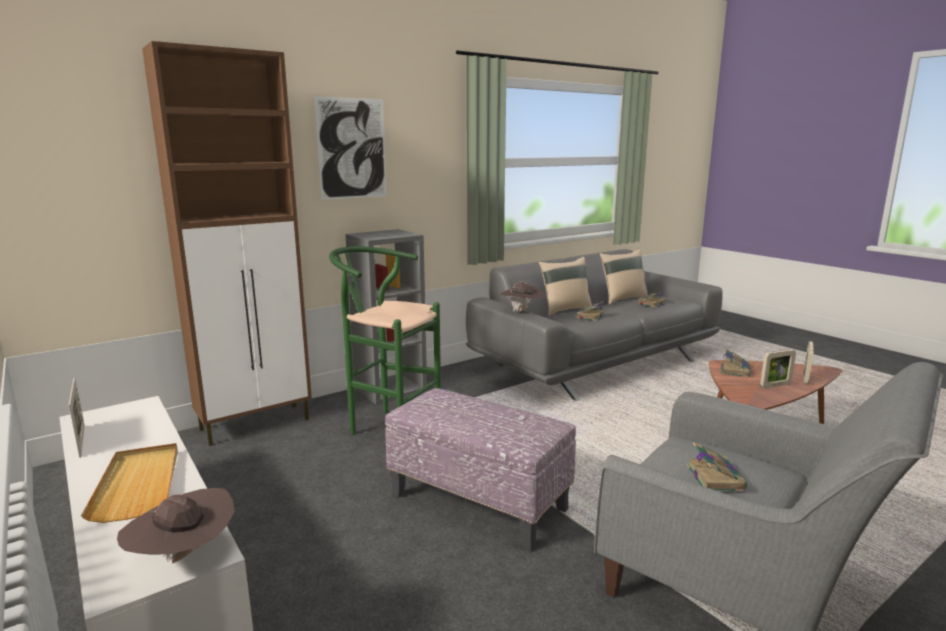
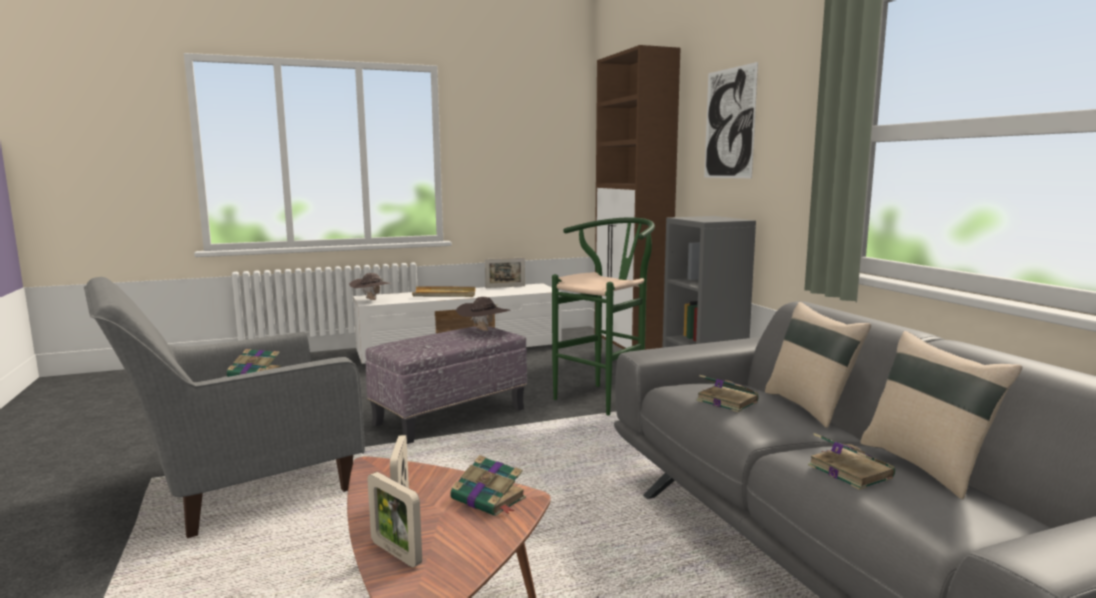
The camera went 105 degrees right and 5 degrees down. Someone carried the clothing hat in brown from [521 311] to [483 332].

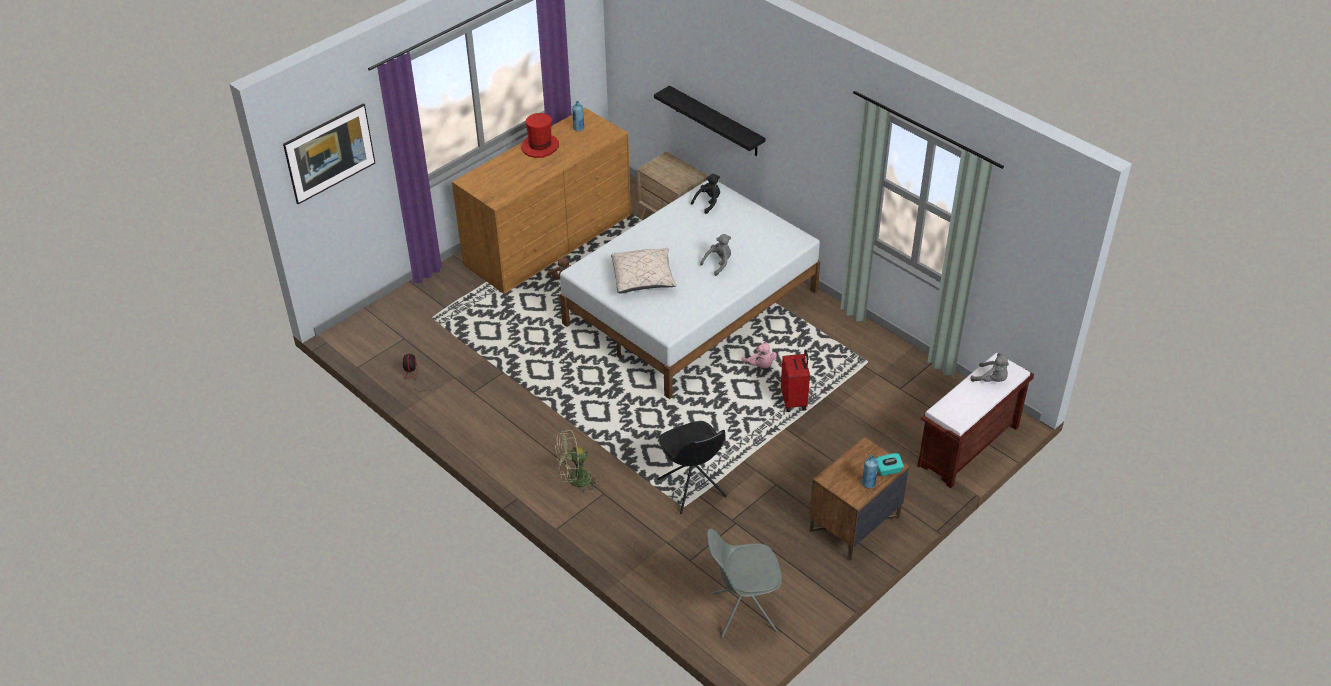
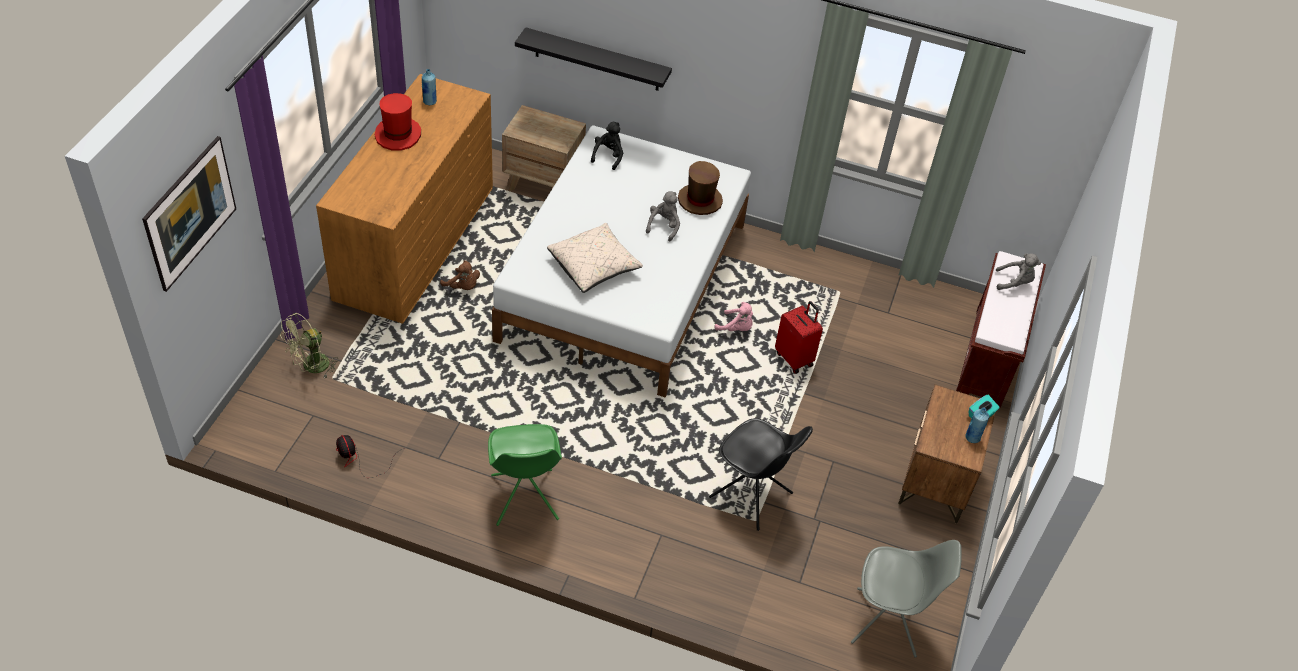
The camera went 30 degrees left and 5 degrees up. Someone carried the electric fan in greenish from [575 480] to [311 367]. Someone rotated the plain chair in grey at [742 612] by 135 degrees counterclockwise. Someone put down the clothing hat in brown at [699 200]. Someone put down the plain chair in greenish at [524 499].

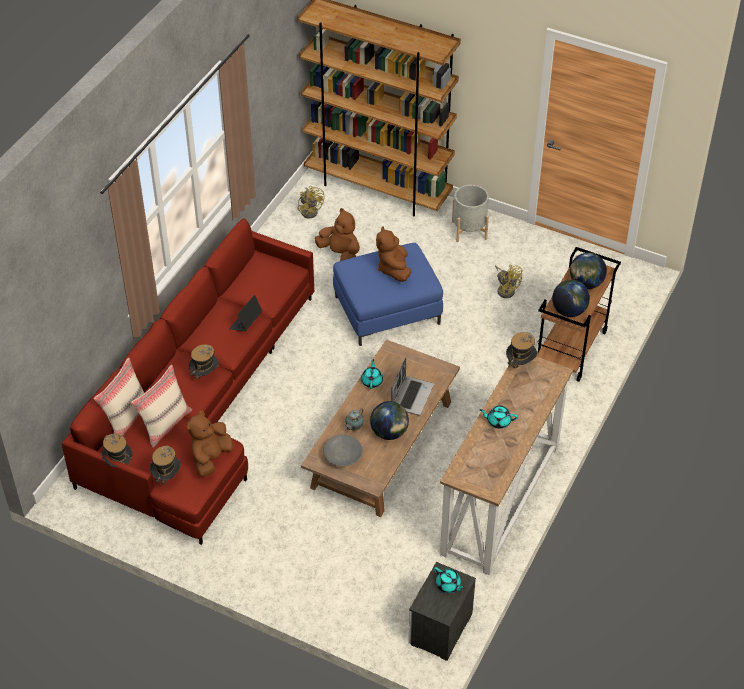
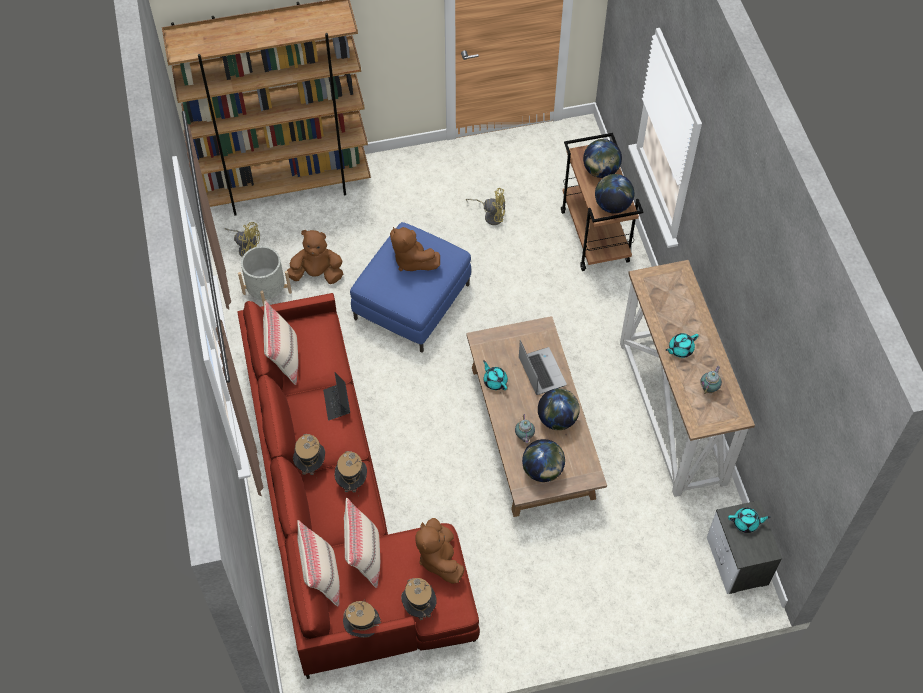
The camera went 40 degrees left and 10 degrees up. Someone carried the flower pot in grey from [469 230] to [267 293]. Someone carried the clothing hat from [520 364] to [310 464]. Someone swapped the bowl in grey at [343 457] for the globe at [542 470]. Someone put down the throw pillow in beige-coloured at [284 358]. Someone put down the tea pot at [709 388].

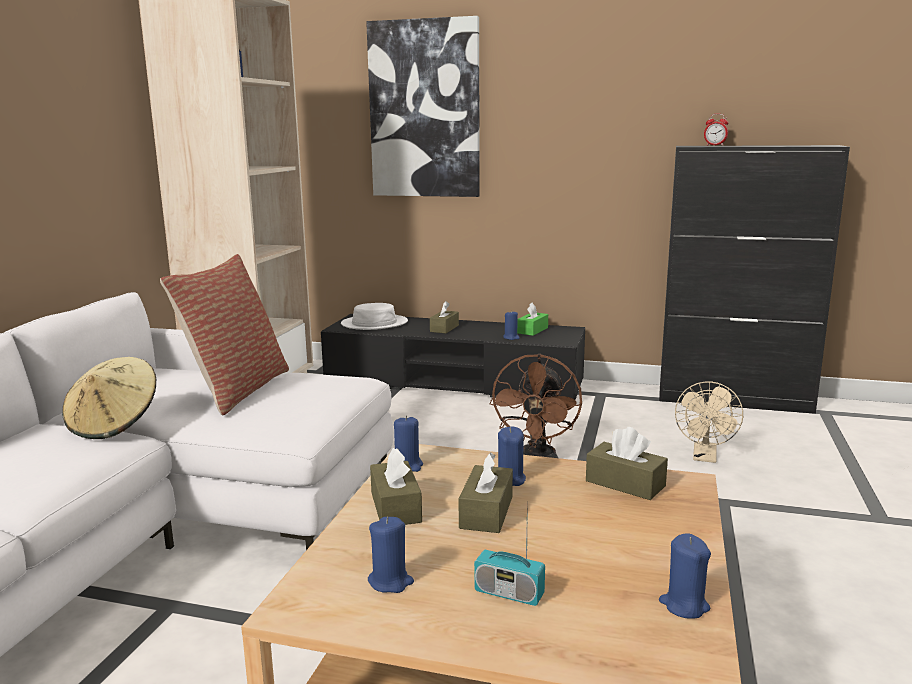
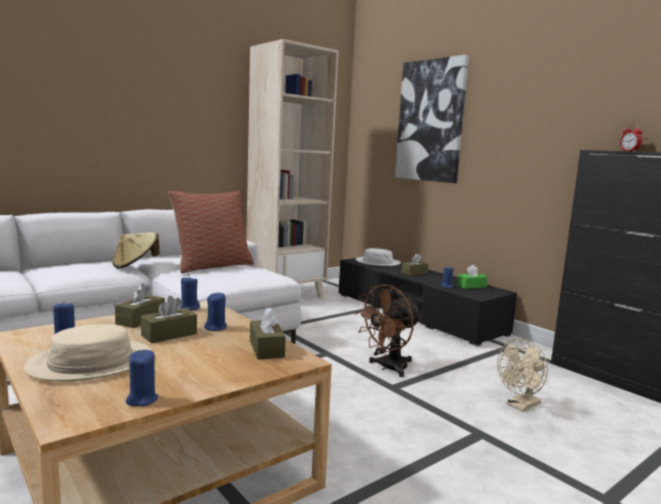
The camera went 35 degrees right and 5 degrees down. Someone swapped the radio receiver at [509 593] for the clothing hat in beige-coloured at [91 363].

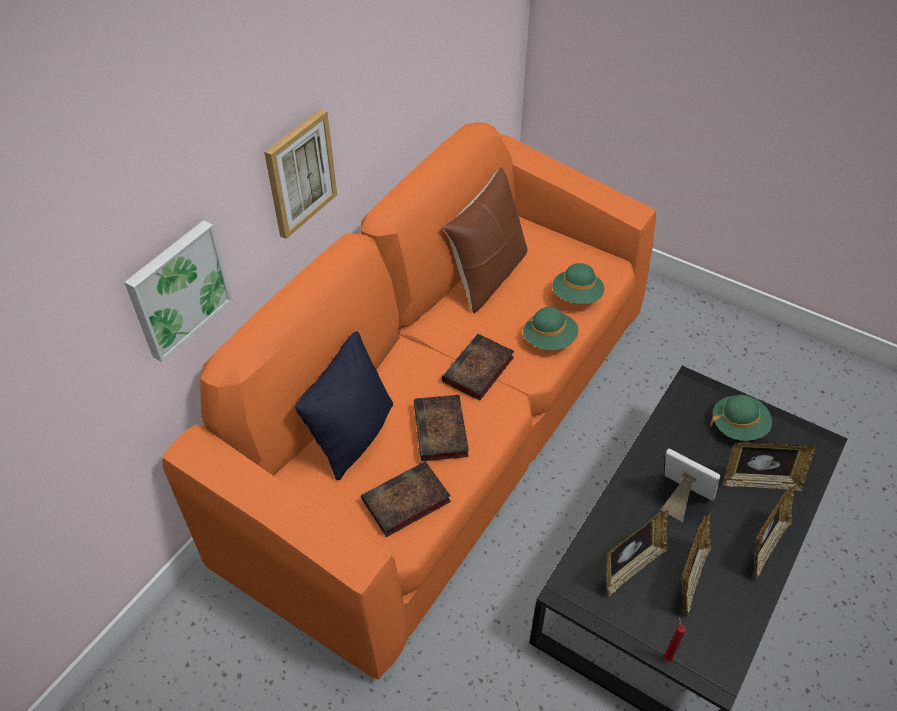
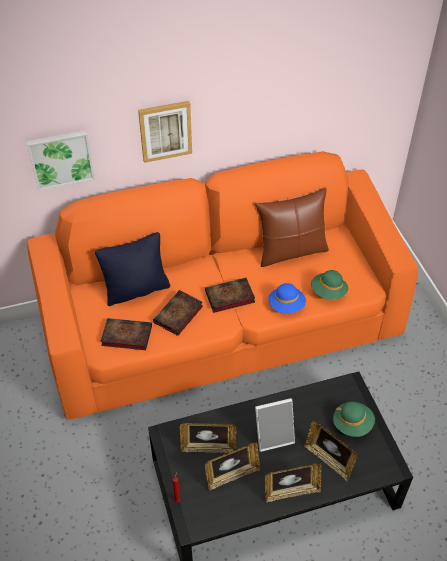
The camera went 40 degrees right and 0 degrees up. Someone repainted the clothing hat in greenish at [549 339], which became the clothing hat in blue-coloured at [286 306]. Someone rotated the standing frame at [681 498] by 90 degrees clockwise.

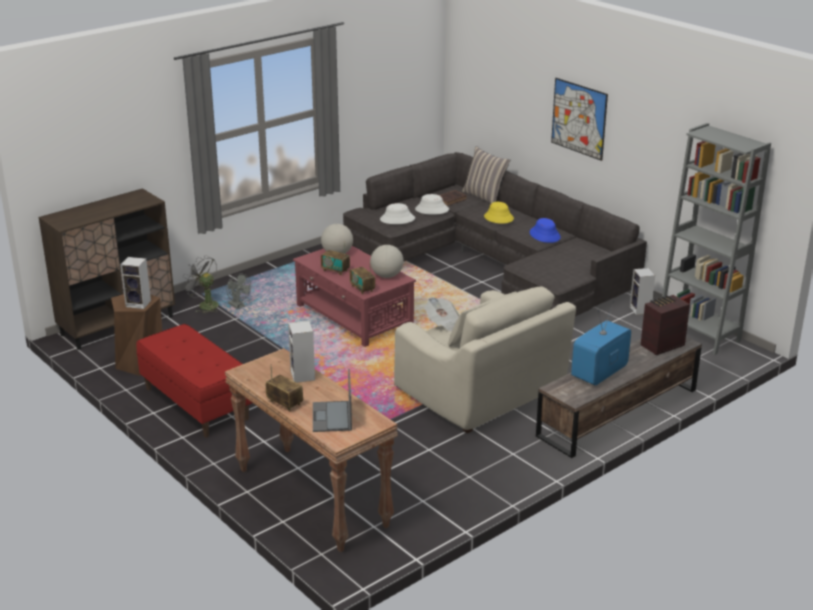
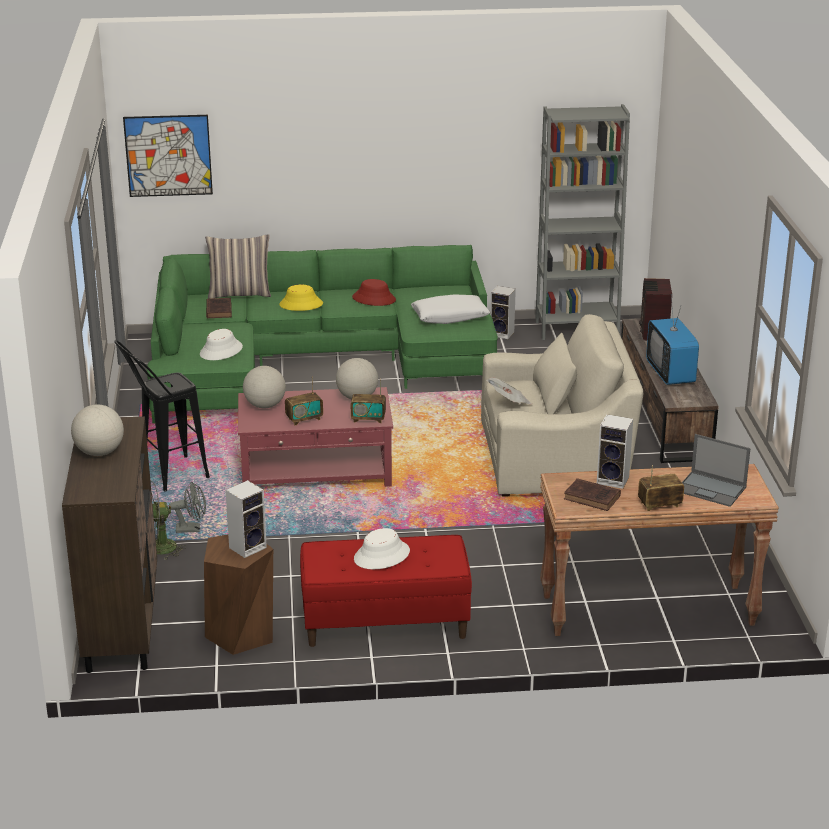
The camera went 55 degrees left and 0 degrees up. Someone carried the wall picture from [579 118] to [168 155]. Someone repainted the settee in grey at [493 264], which became the settee in greenish at [312 361]. Someone carried the clothing hat in white from [432 210] to [382 555]. Someone repainted the clothing hat in blue-coloured at [545 235], which became the clothing hat in reddish at [374 299]. Someone put down the throw pillow in white at [450 317]. Someone put down the stool seat in black at [165 477]. Someone put down the globe at [99 452]. Someone put down the book in brown at [593 498].

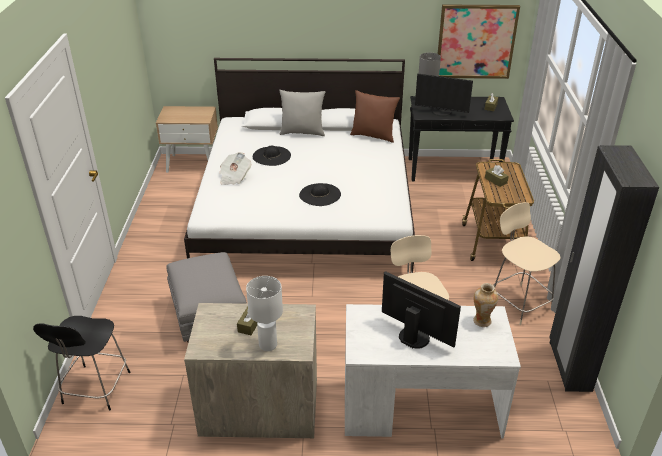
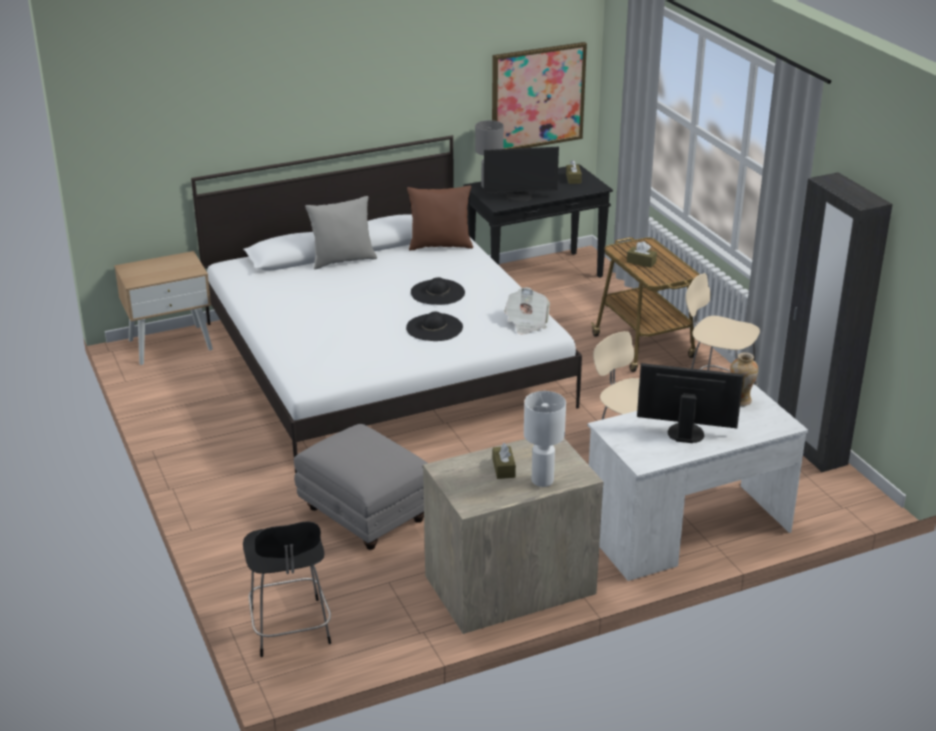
The camera went 25 degrees left and 5 degrees down. Someone carried the clothing hat in black from [271 156] to [437 292]. Someone carried the daily paper from [234 177] to [526 323].

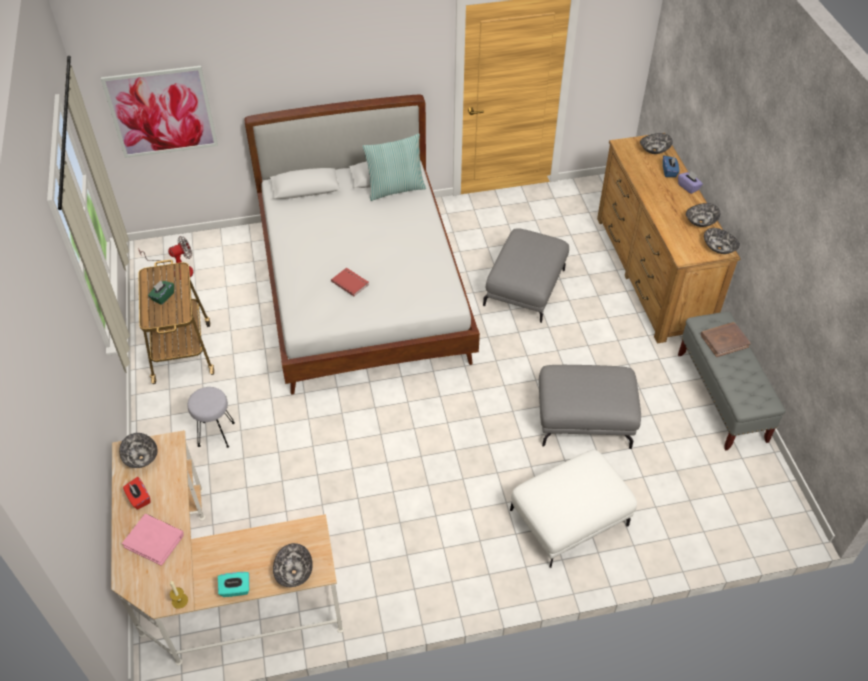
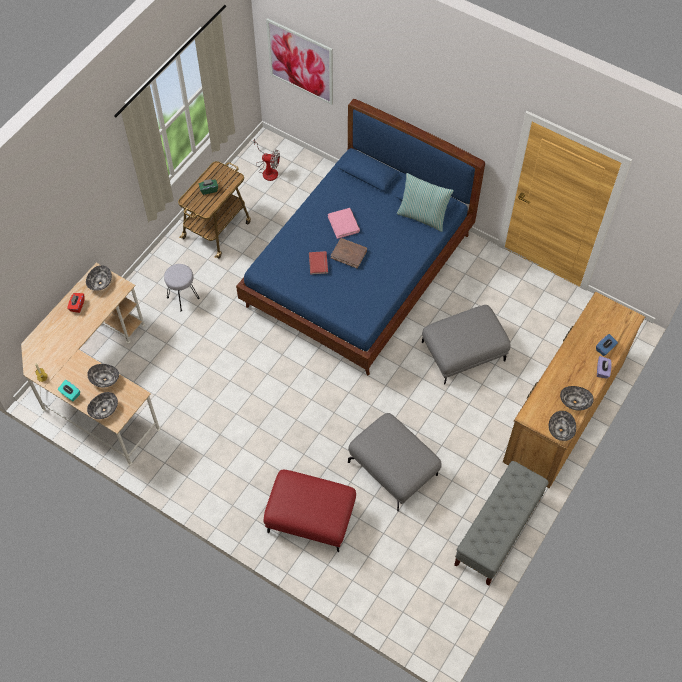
The camera went 45 degrees right and 10 degrees up. Someone repainted the bedroom bed in white at [363 292], which became the bedroom bed in blue-coloured at [359 272]. Someone carried the bowl from [654 150] to [104 380]. Someone carried the book in brown from [724 340] to [349 254]. Someone repainted the footrest in white at [569 520], which became the footrest in reddish at [310 517]. Someone carried the book in pink from [154 540] to [343 224].

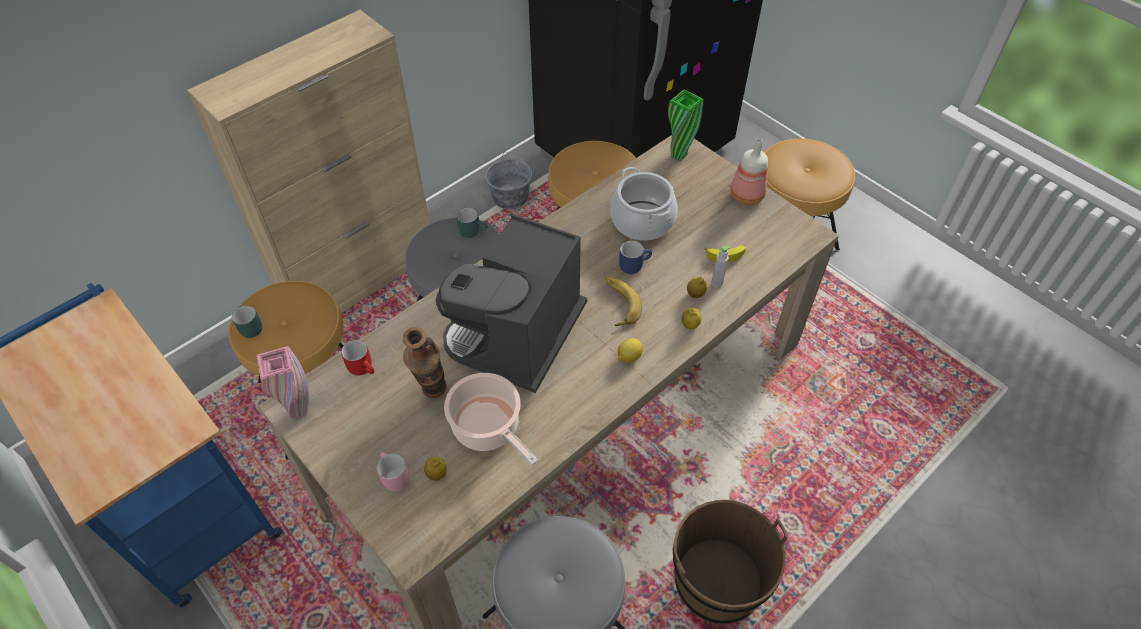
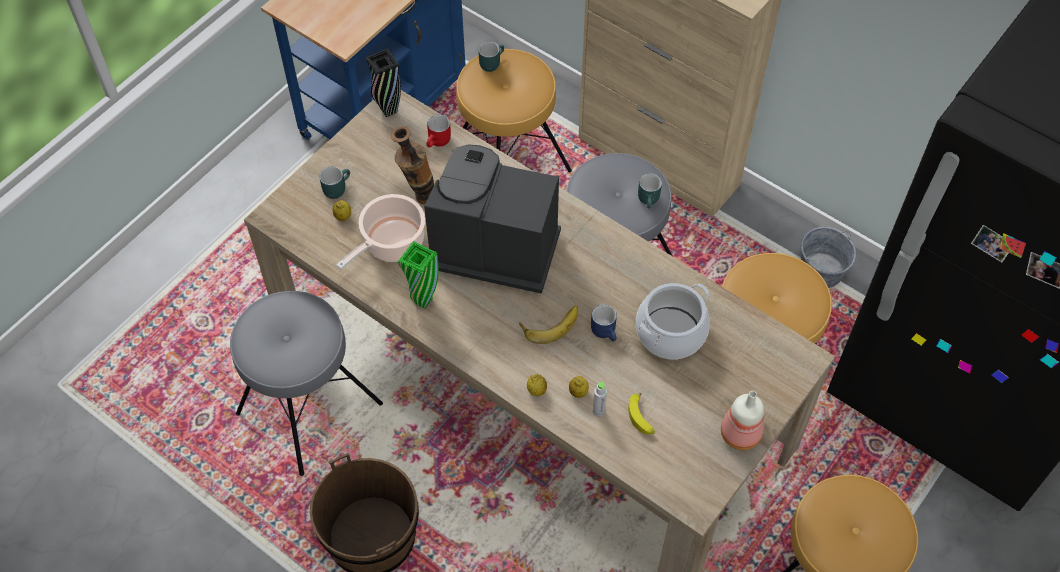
The camera went 80 degrees right and 5 degrees up. Someone carried the flower vase in greenish from [679 155] to [423 301]. Someone took away the lemon at [628 357]. Someone repainted the flower vase in pink at [298 411], which became the flower vase in black at [389 110]. Someone repainted the mug in pink at [392 477], which became the mug in blue-green at [336 187].

